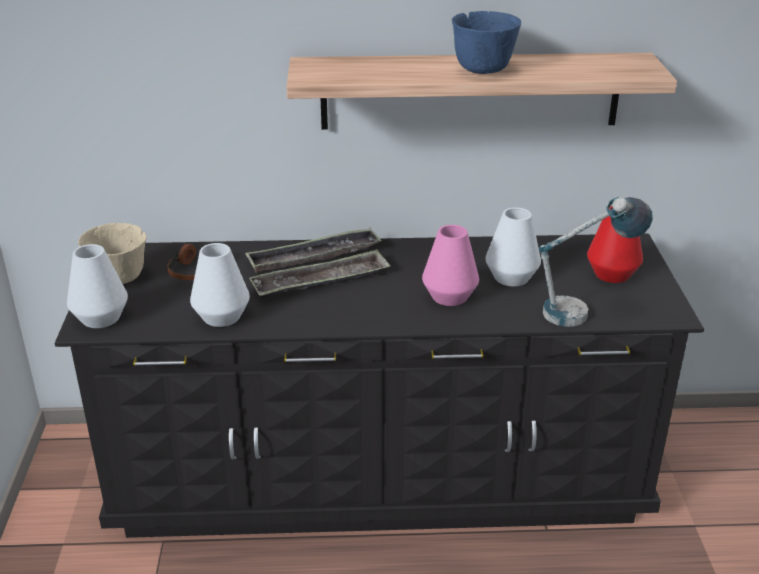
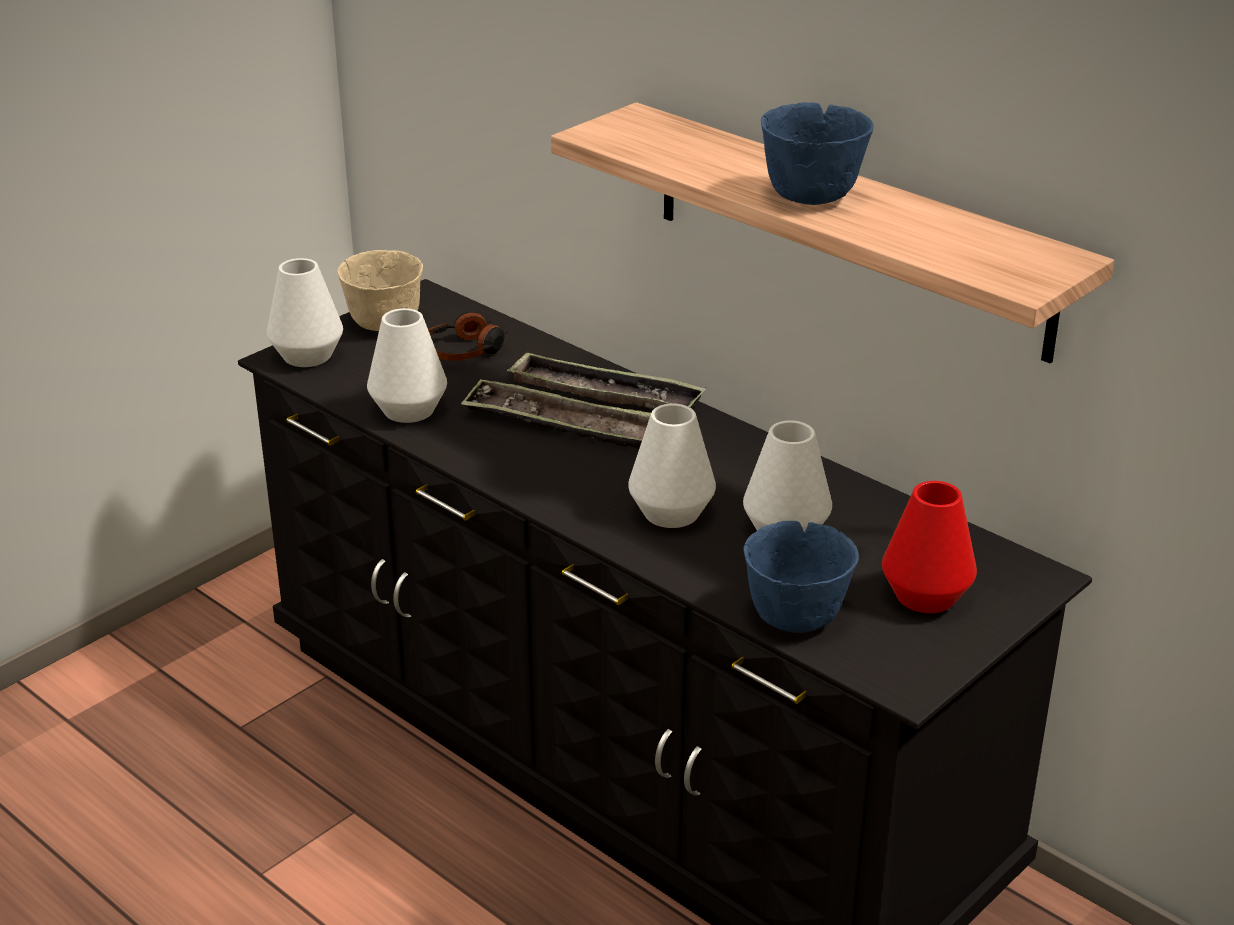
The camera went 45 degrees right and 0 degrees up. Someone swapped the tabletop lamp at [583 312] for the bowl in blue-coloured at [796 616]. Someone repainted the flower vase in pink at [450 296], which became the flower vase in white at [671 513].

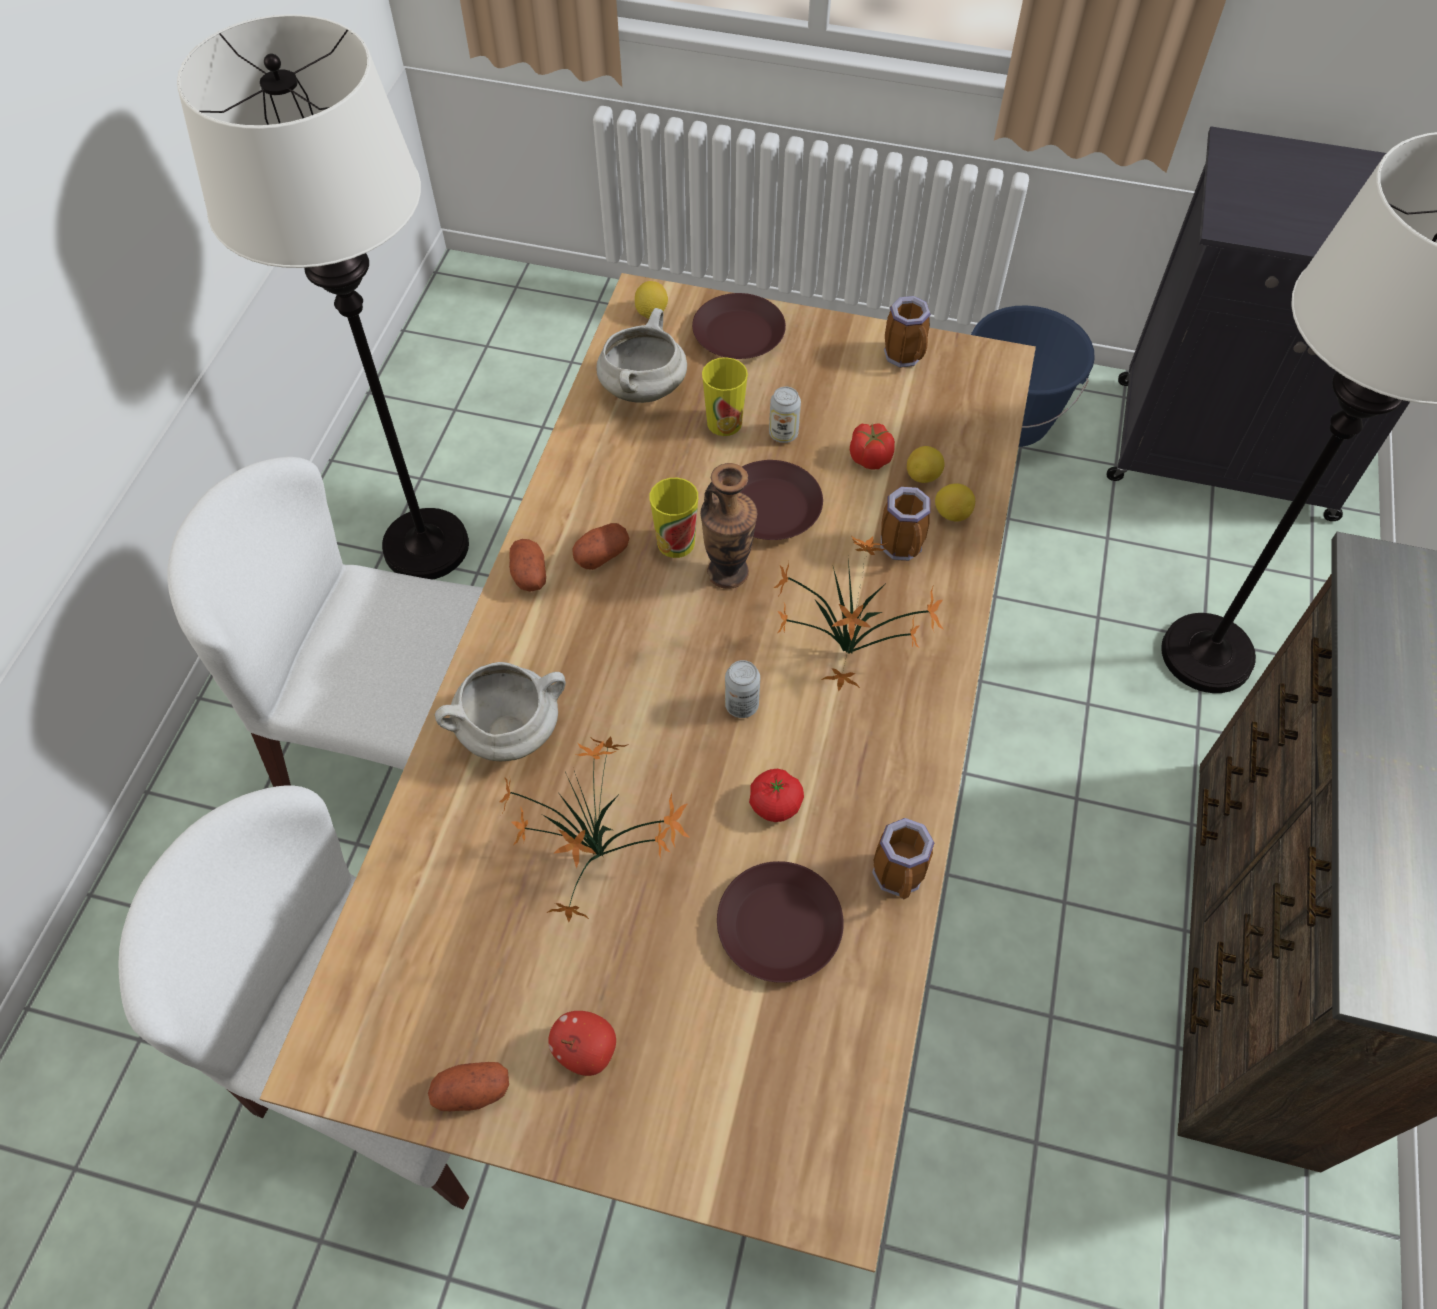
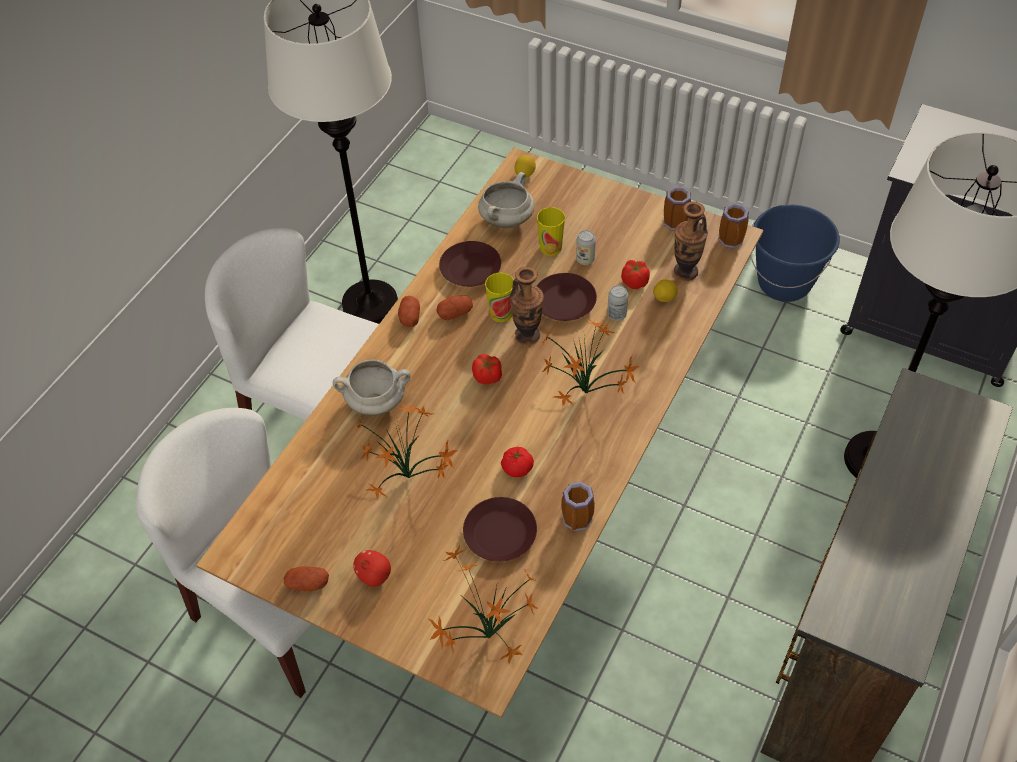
The camera went 15 degrees right and 5 degrees down. Someone carried the plate in brown from [737 335] to [469 269]. Someone took away the lemon at [952 514]. Someone carried the mug from [904 548] to [732 242]. Someone carried the can from [741 705] to [616 315]. Someone put down the flower vase at [685 272]. Someone put down the whole tomato at [487 376]. Someone put down the houseplant at [485 638].

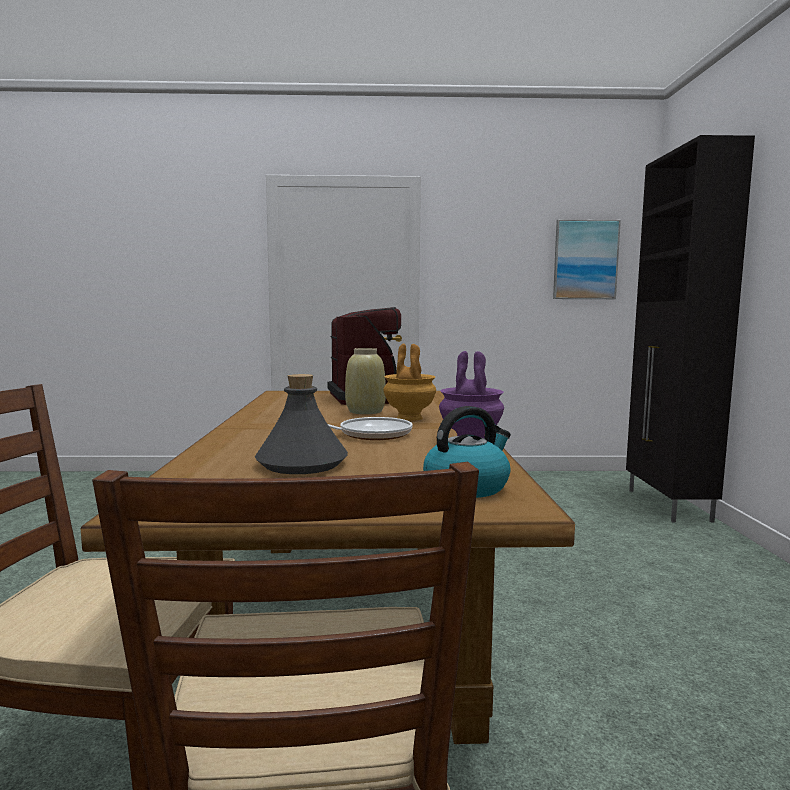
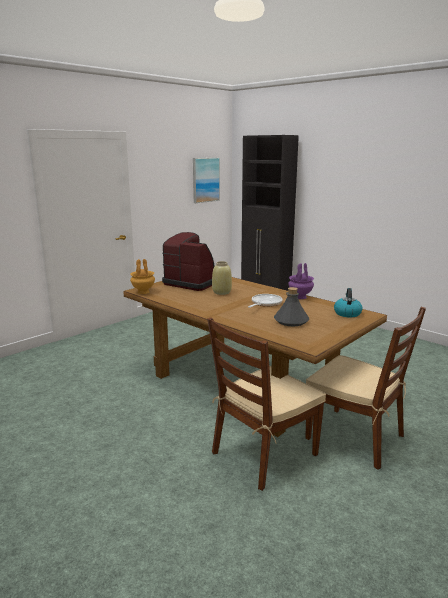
The camera went 45 degrees left and 10 degrees up. Someone carried the flower vase in brown from [408 418] to [143 292].

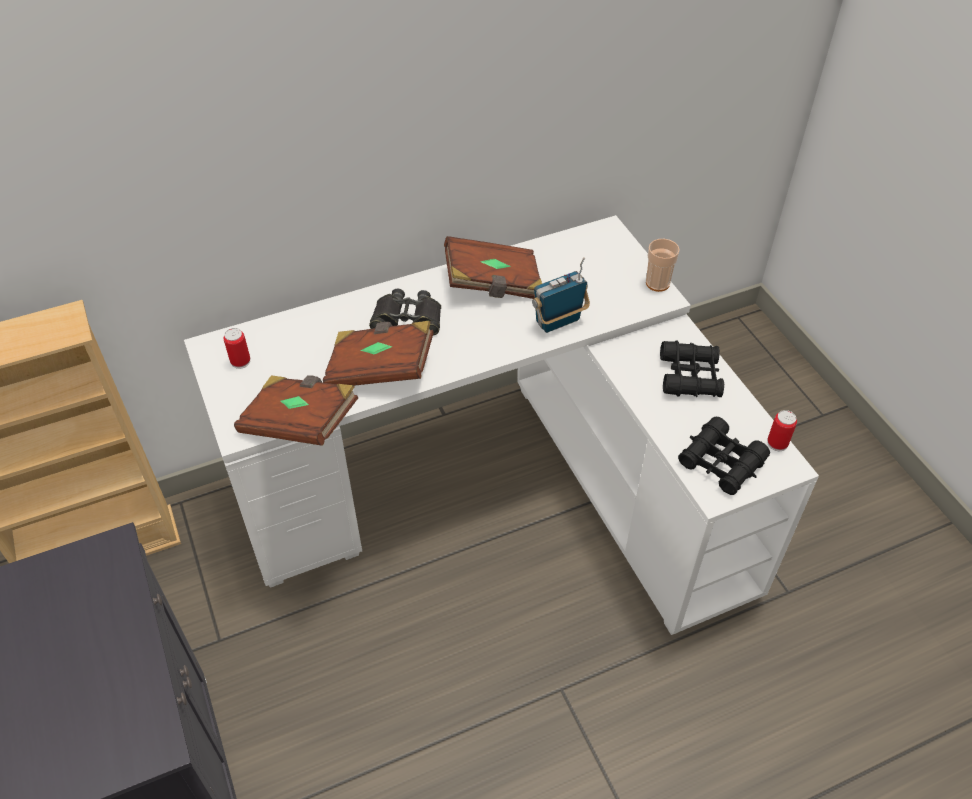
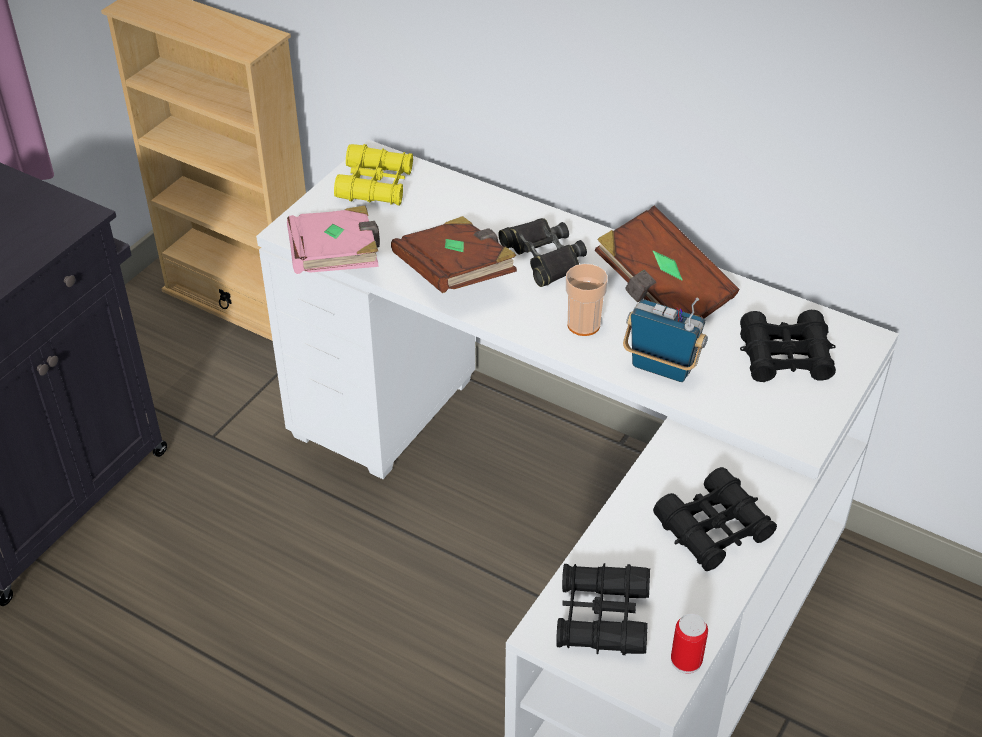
The camera went 55 degrees right and 5 degrees down. Someone carried the small cup from [657 283] to [583 325]. Someone swapped the can at [240 361] for the field glasses in yellowish at [375 185]. Someone repainted the book in brown at [300 423], which became the book in pink at [336 260]. Someone put down the field glasses in black at [785 356].

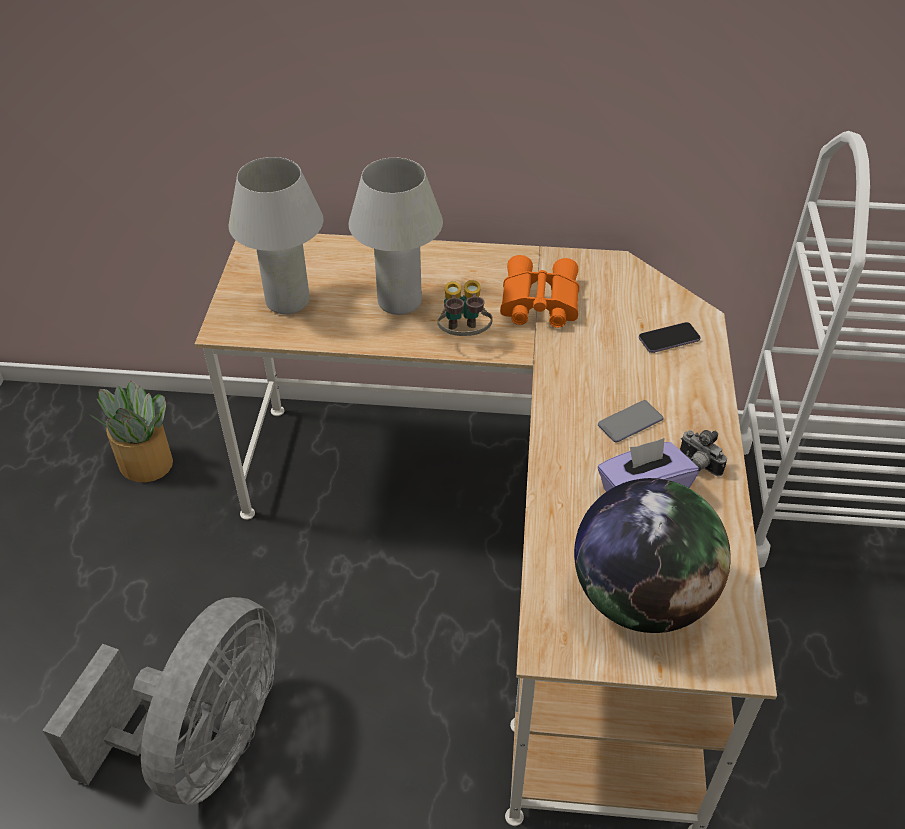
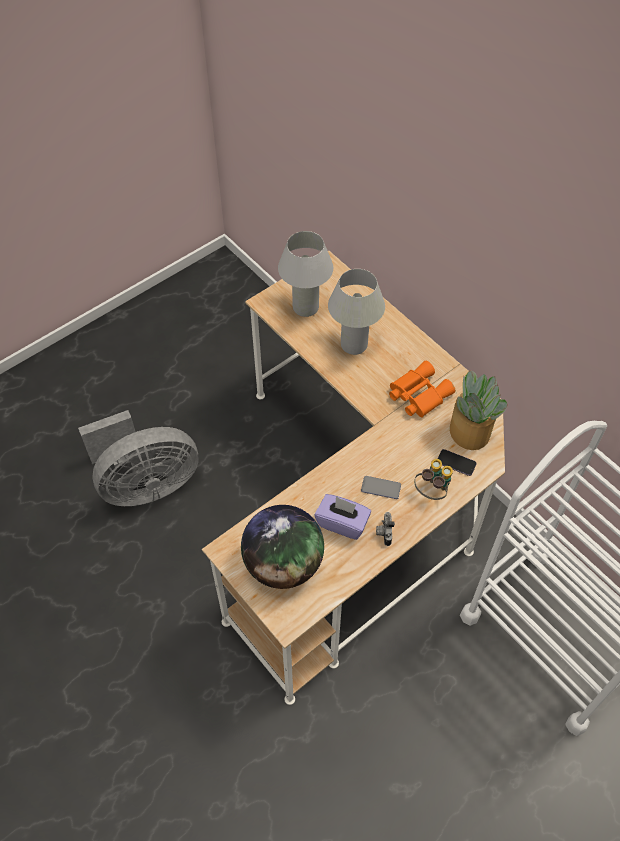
The camera went 45 degrees right and 10 degrees up. Someone carried the field glasses from [463 336] to [432 491]. Someone carried the houseplant from [146 463] to [469 432].

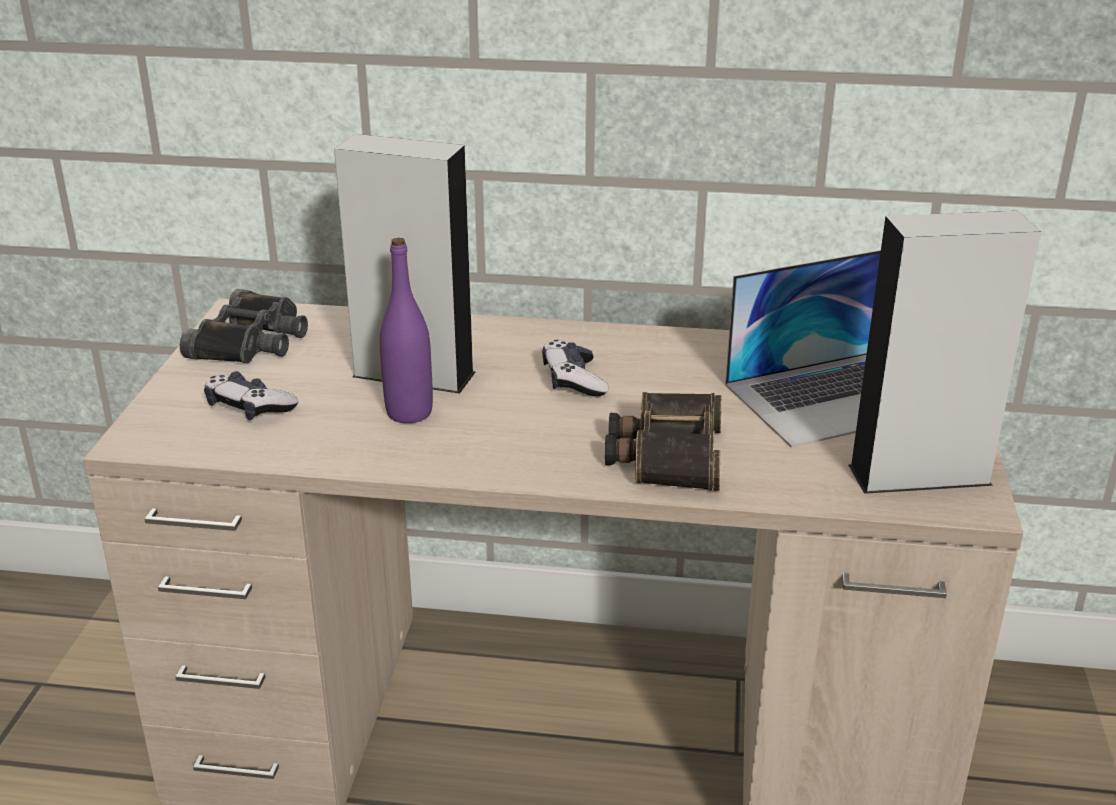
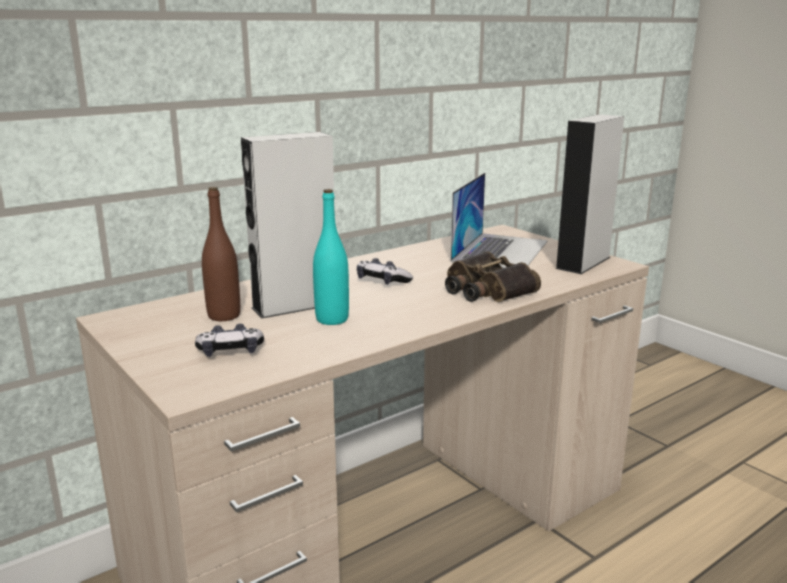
The camera went 45 degrees left and 10 degrees down. Someone repainted the beverage bottle in purple-coloured at [409 413], which became the beverage bottle in blue-green at [332 319]. Someone took away the field glasses in black at [252 340]. Someone put down the beverage bottle in brown at [224 316].

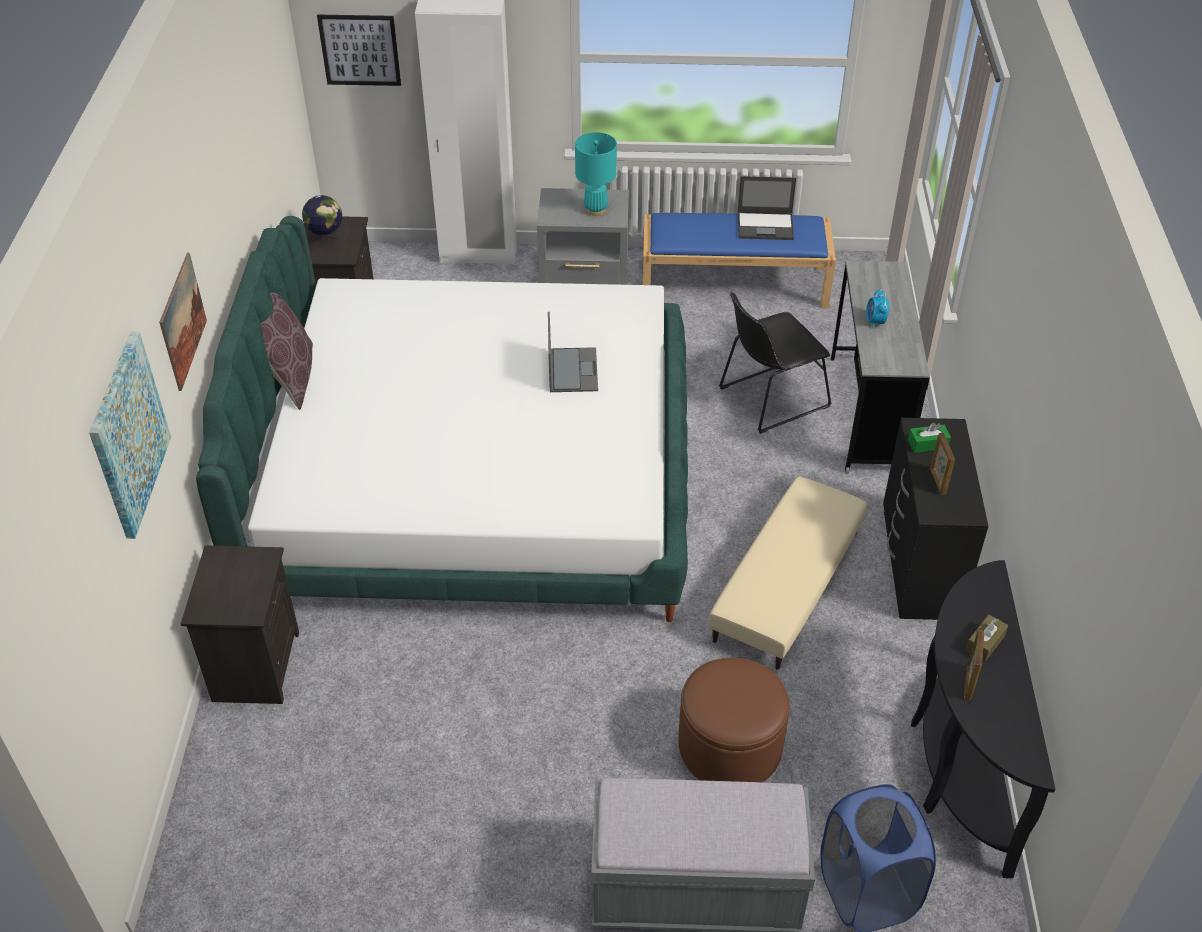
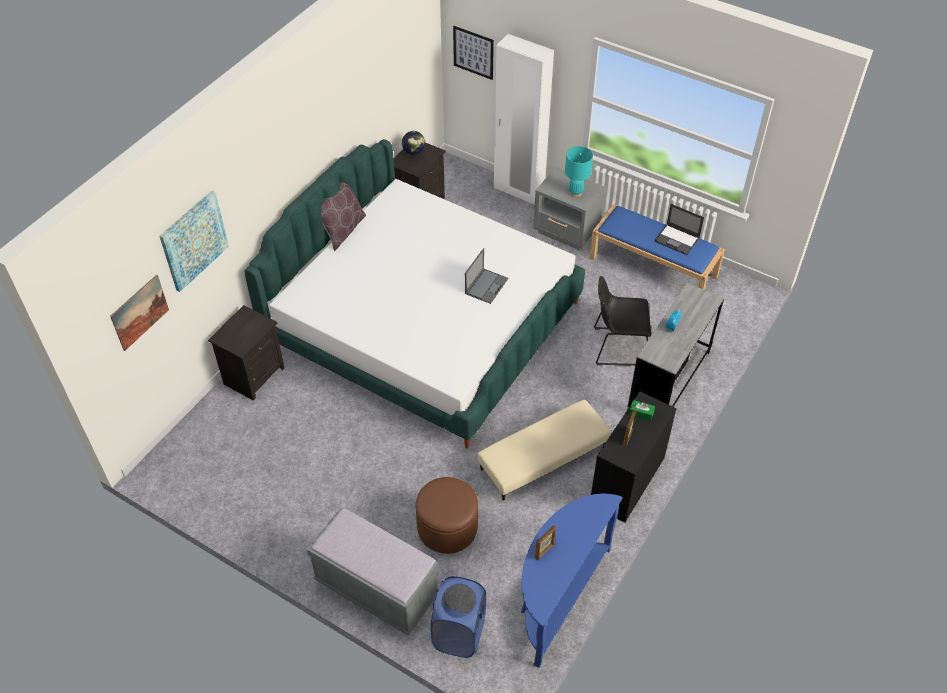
The camera went 30 degrees right and 5 degrees up. Someone carried the wall picture from [182 321] to [140 312]. Someone repainted the hall table in black at [957 765], which became the hall table in blue-coloured at [557 597]. Someone took away the box of tissues in brown at [985 643].

